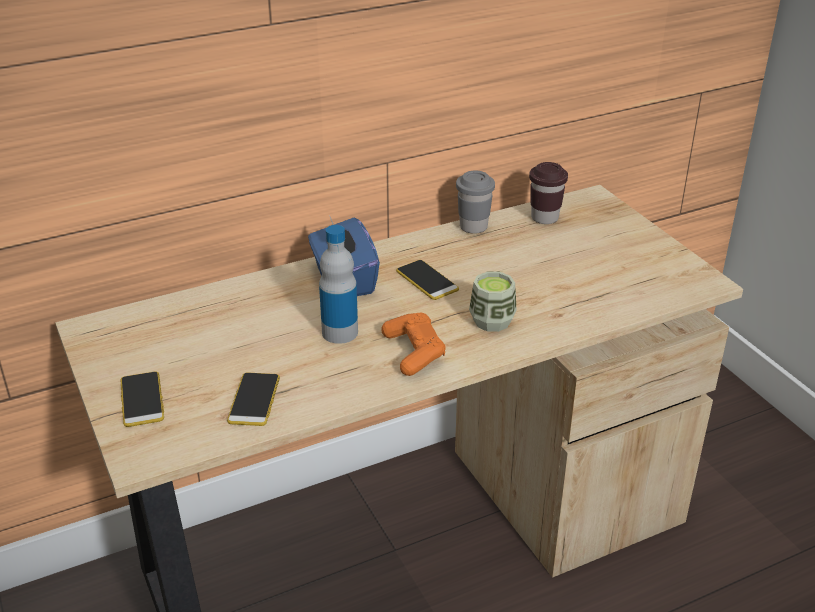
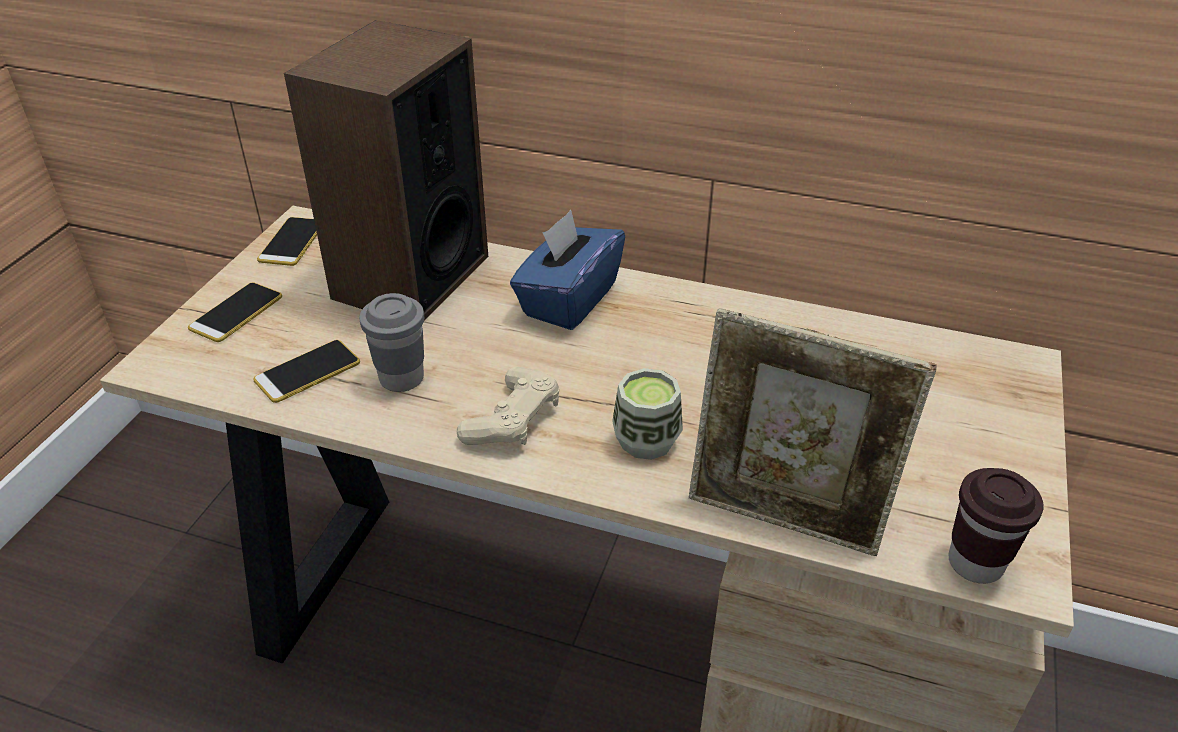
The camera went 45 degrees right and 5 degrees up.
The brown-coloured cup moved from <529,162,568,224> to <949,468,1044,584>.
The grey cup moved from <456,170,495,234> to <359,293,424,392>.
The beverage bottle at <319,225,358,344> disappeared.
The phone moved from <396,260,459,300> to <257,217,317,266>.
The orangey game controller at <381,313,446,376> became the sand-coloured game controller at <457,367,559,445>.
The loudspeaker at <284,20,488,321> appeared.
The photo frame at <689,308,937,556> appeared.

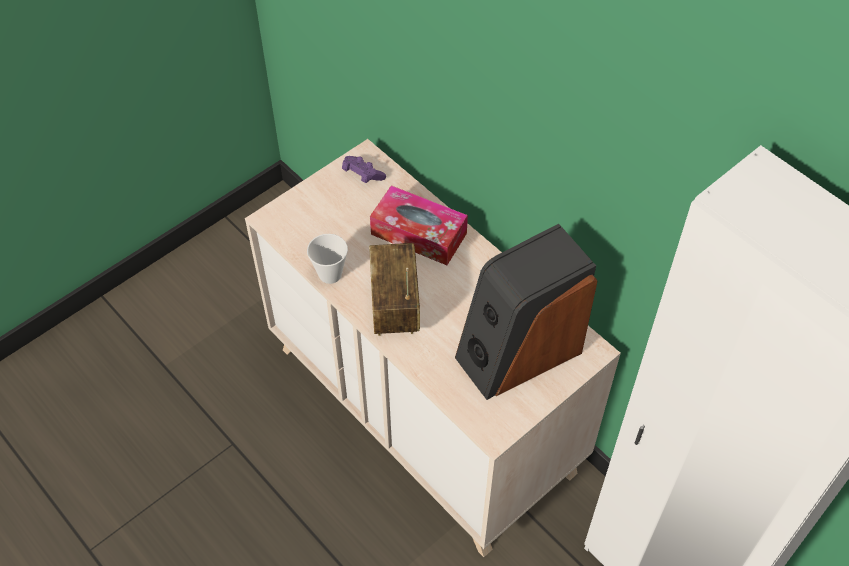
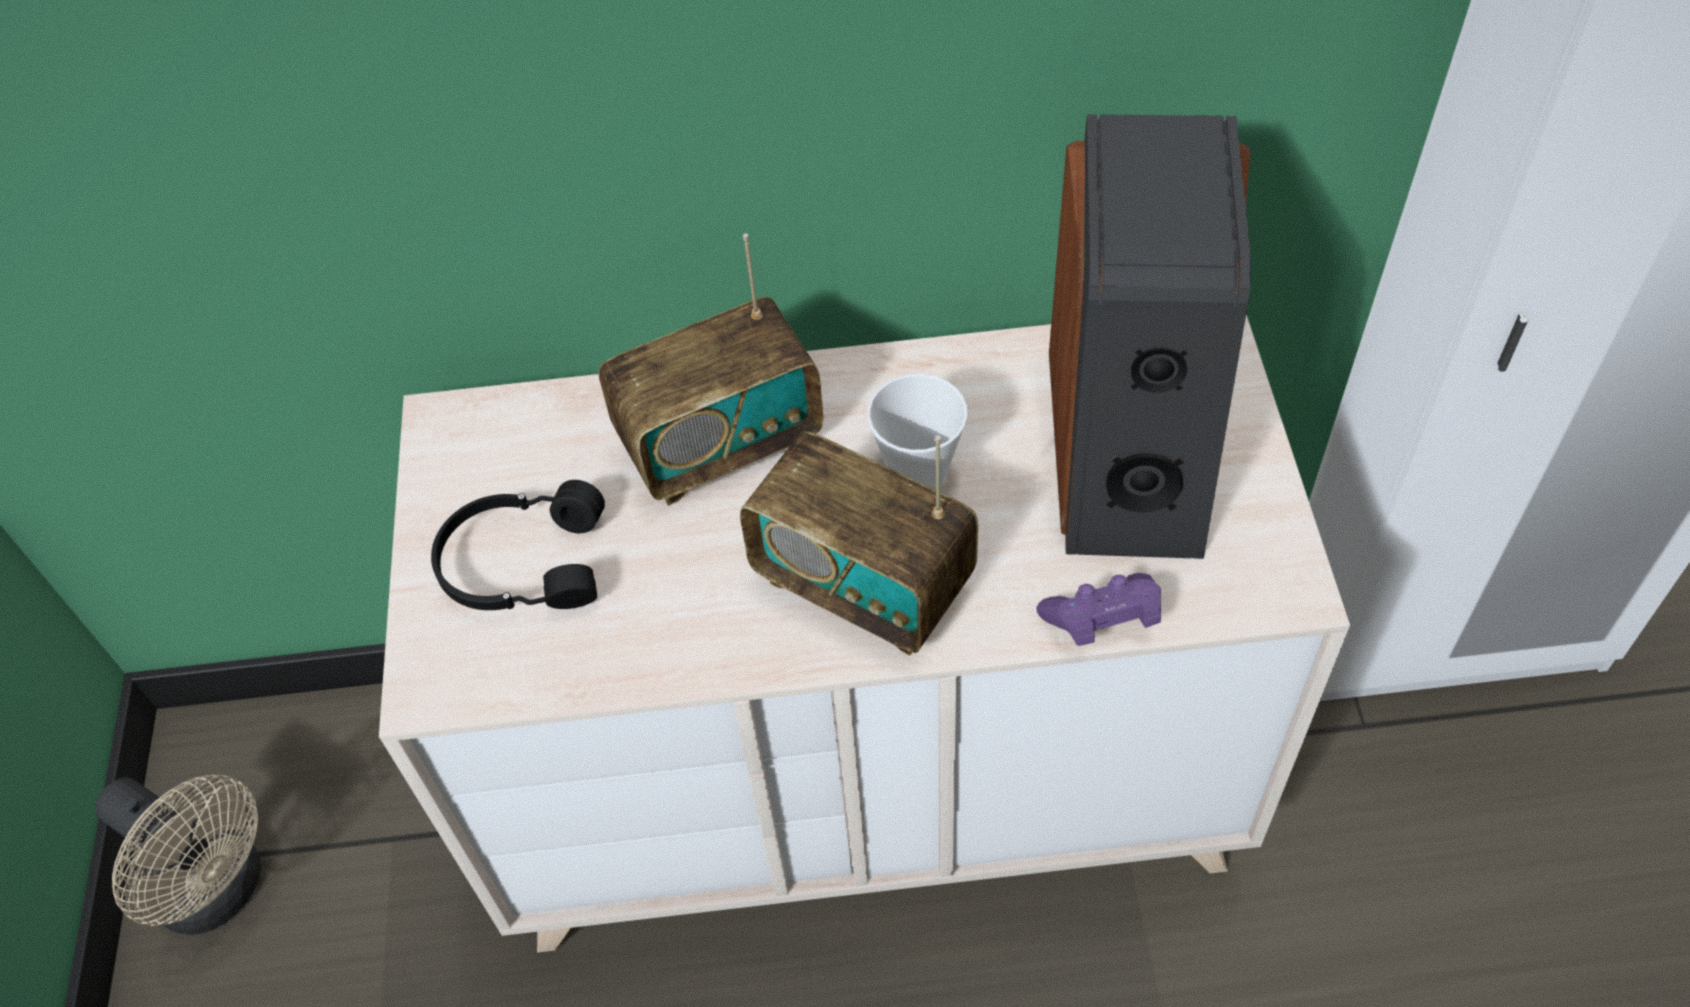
The camera went 50 degrees left and 0 degrees up.
The purple-coloured game controller moved from <342,156,386,183> to <1036,573,1161,646>.
The tissue holder at <370,185,468,265> was replaced by the radio set at <599,233,824,506>.
The cup moved from <307,234,348,284> to <867,374,968,490>.
The black pair of headphones at <431,480,605,610> appeared.
The sand-coloured cooling fan at <95,775,261,935> appeared.

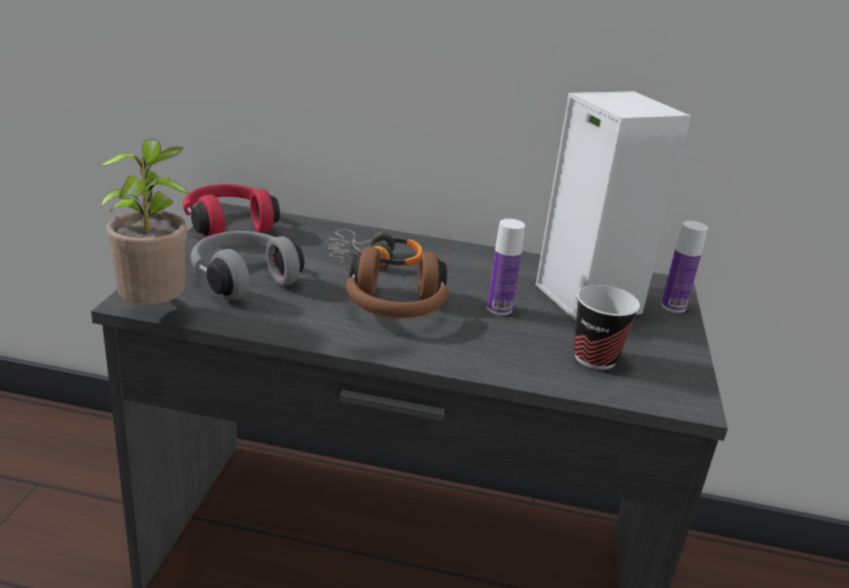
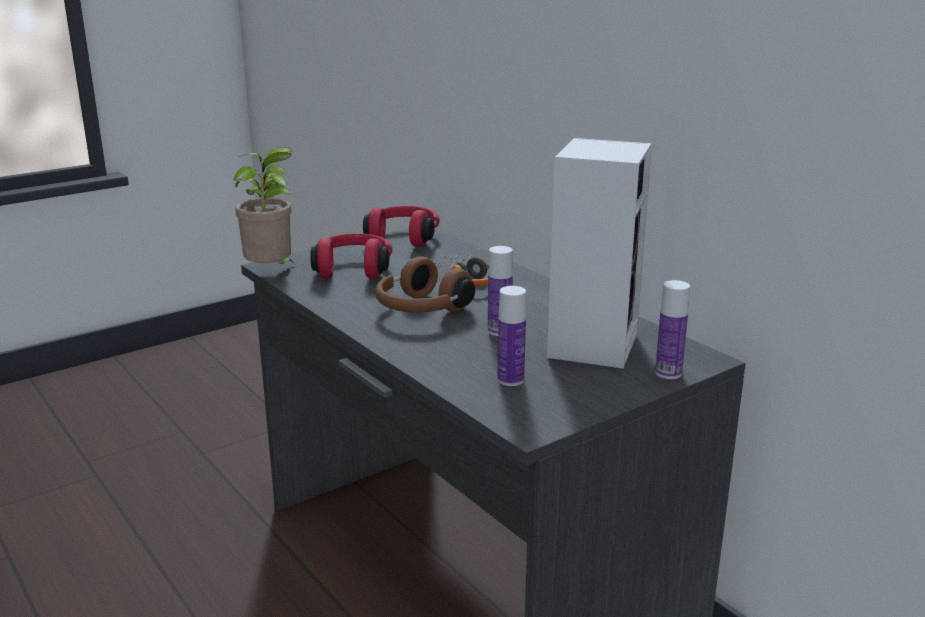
The camera went 45 degrees right and 5 degrees down.
The grey pair of headphones at <191,231,304,300> became the red pair of headphones at <310,233,392,278>.
The cup at <574,285,640,370> was replaced by the beverage bottle at <498,286,526,386>.

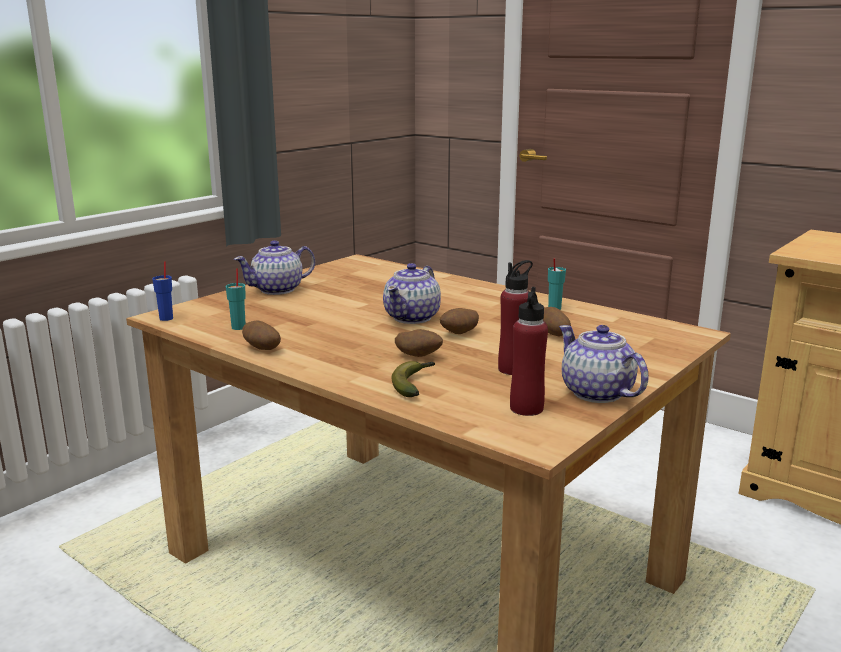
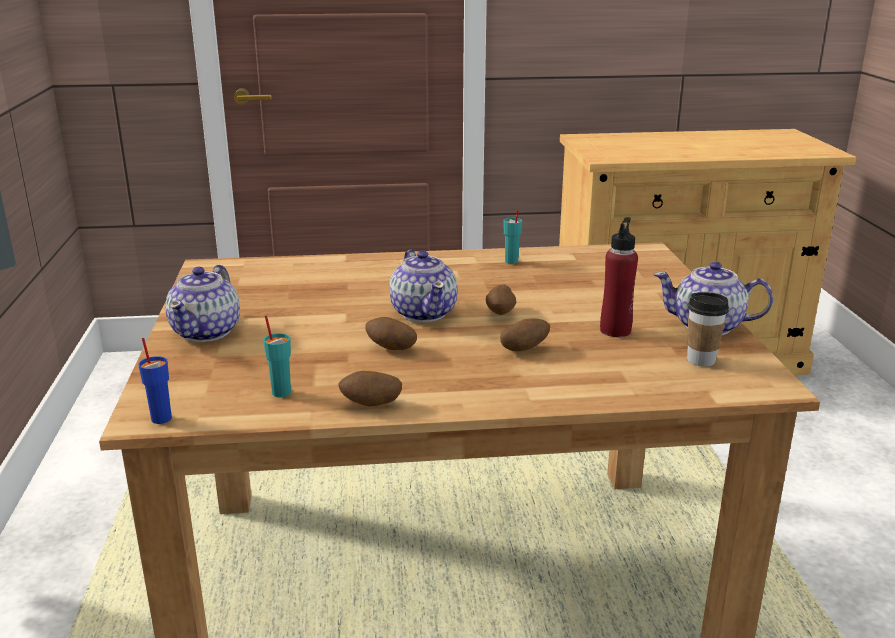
The camera went 45 degrees left and 5 degrees up.
The red beverage bottle at <510,287,548,416> was replaced by the cup at <687,292,729,367>.
The potato moved from <543,307,571,337> to <365,317,417,350>.
The whole banana at <392,361,435,397> disappeared.

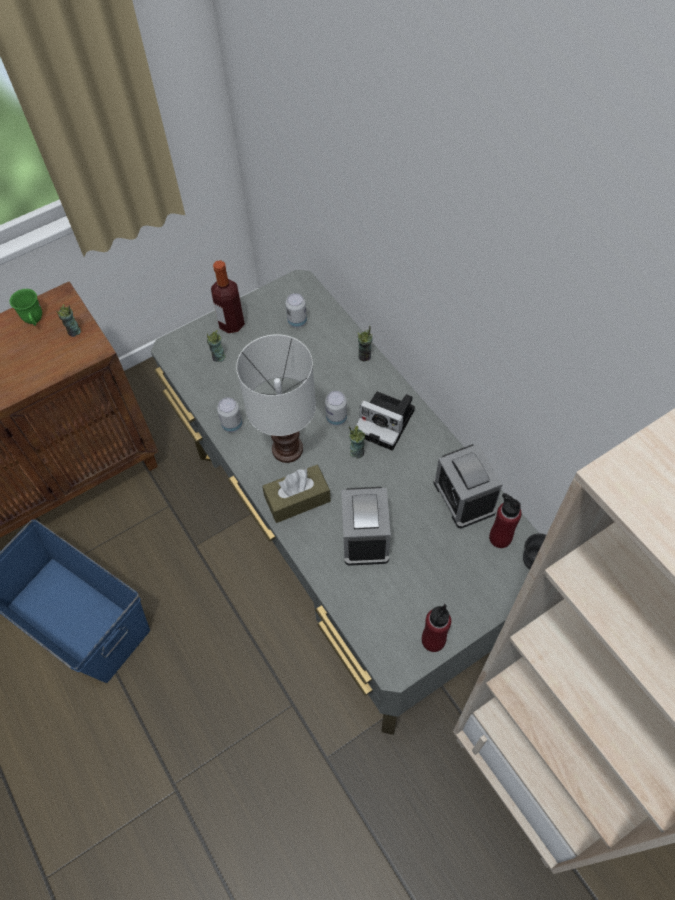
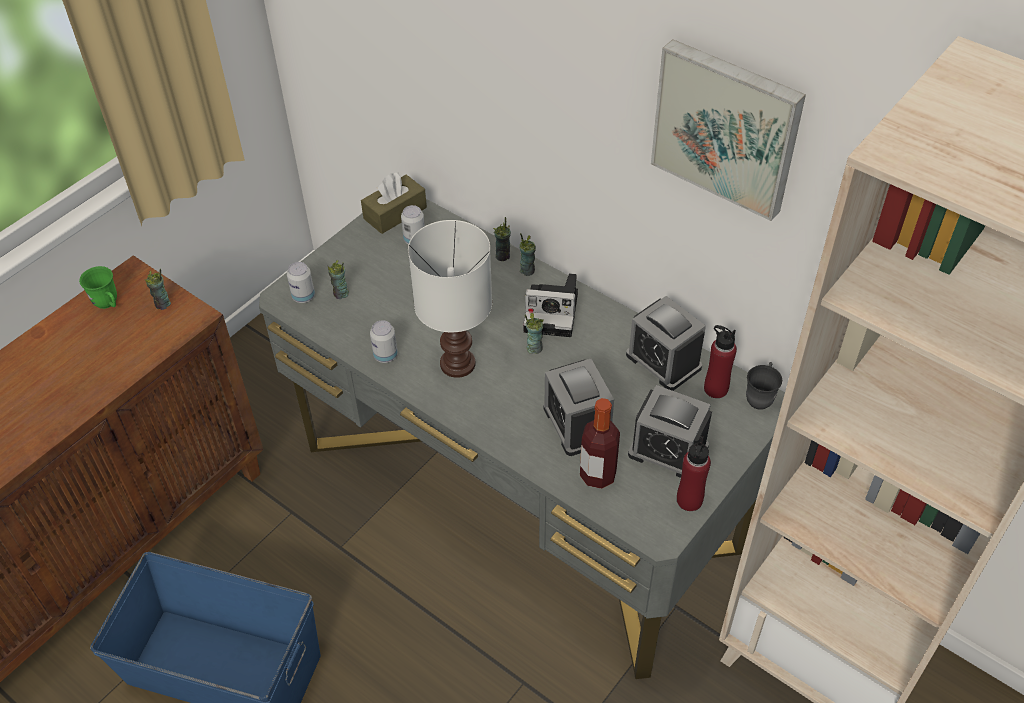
The camera went 20 degrees left and 10 degrees down.
The beverage bottle moved from <211,260,245,333> to <580,398,620,489>.
The metal can moved from <325,391,347,426> to <287,262,315,303>.
The brown-coloured tissue holder moved from <262,465,331,523> to <361,172,427,234>.
The wall art at <651,39,806,221> appeared.
The cup at <519,233,536,276> appeared.
The bedside clock at <628,385,712,478> appeared.

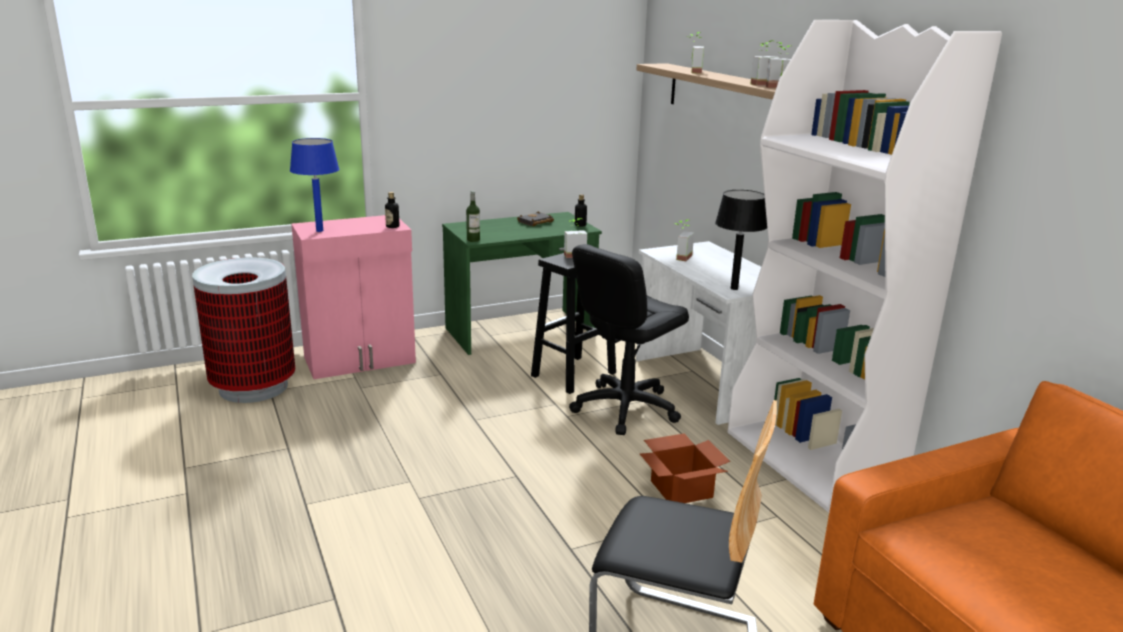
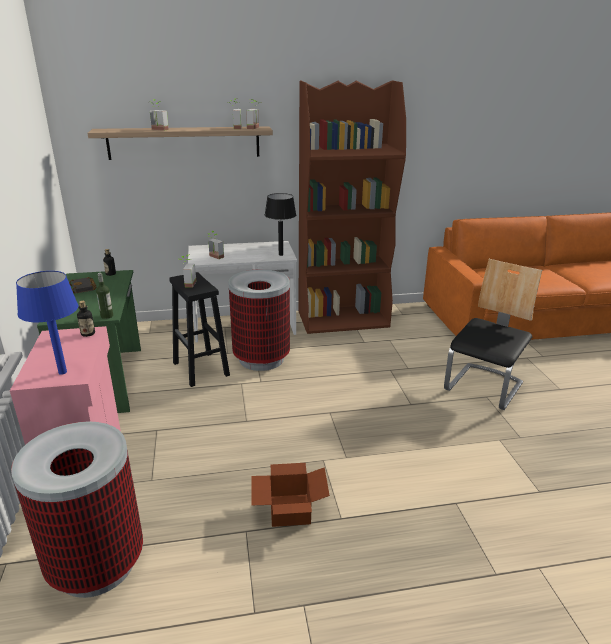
The camera went 75 degrees left and 5 degrees up.
The whitish bookshelf at <728,20,1002,513> became the brown-coloured bookshelf at <298,81,406,334>.
The black computer chair at <569,244,689,435> was replaced by the rubbish bin at <228,269,290,371>.
The carton moved from <640,433,730,503> to <251,463,330,527>.

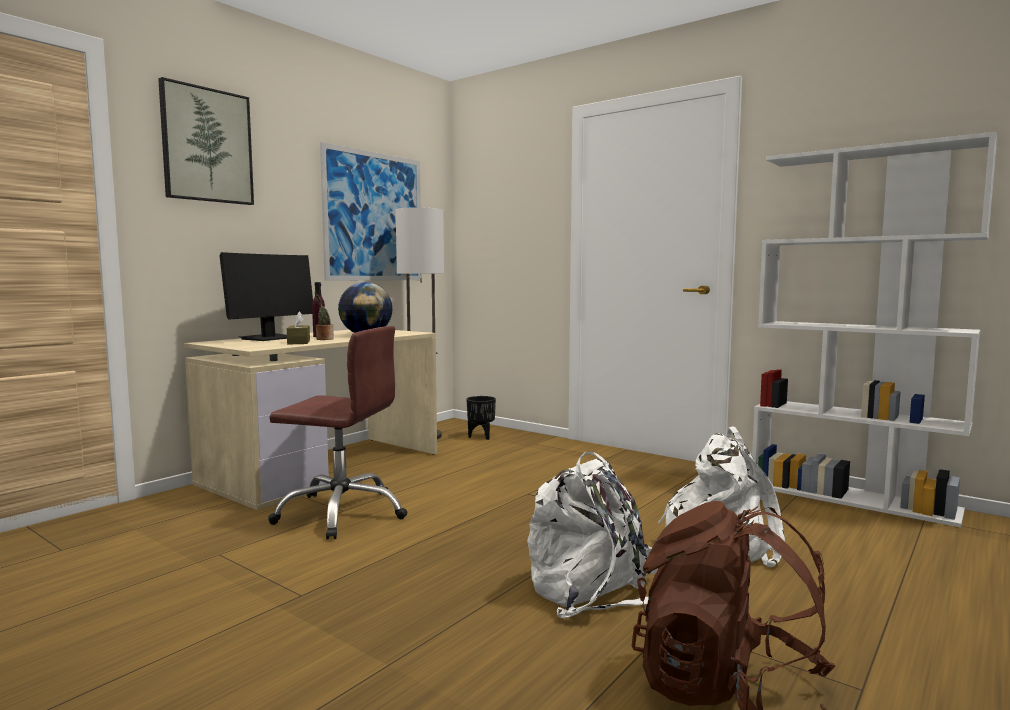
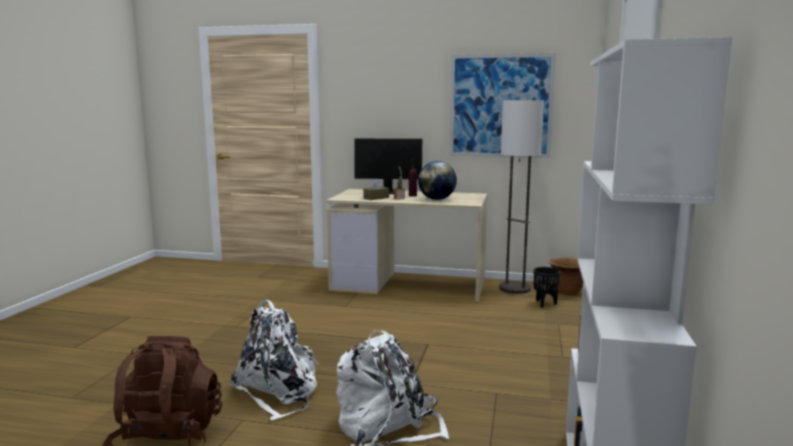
The camera went 65 degrees right and 5 degrees up.
The wall art at <158,77,254,205> disappeared.
The brown-coloured computer chair at <268,326,408,539> disappeared.
The brown-coloured flower pot at <549,257,583,295> appeared.

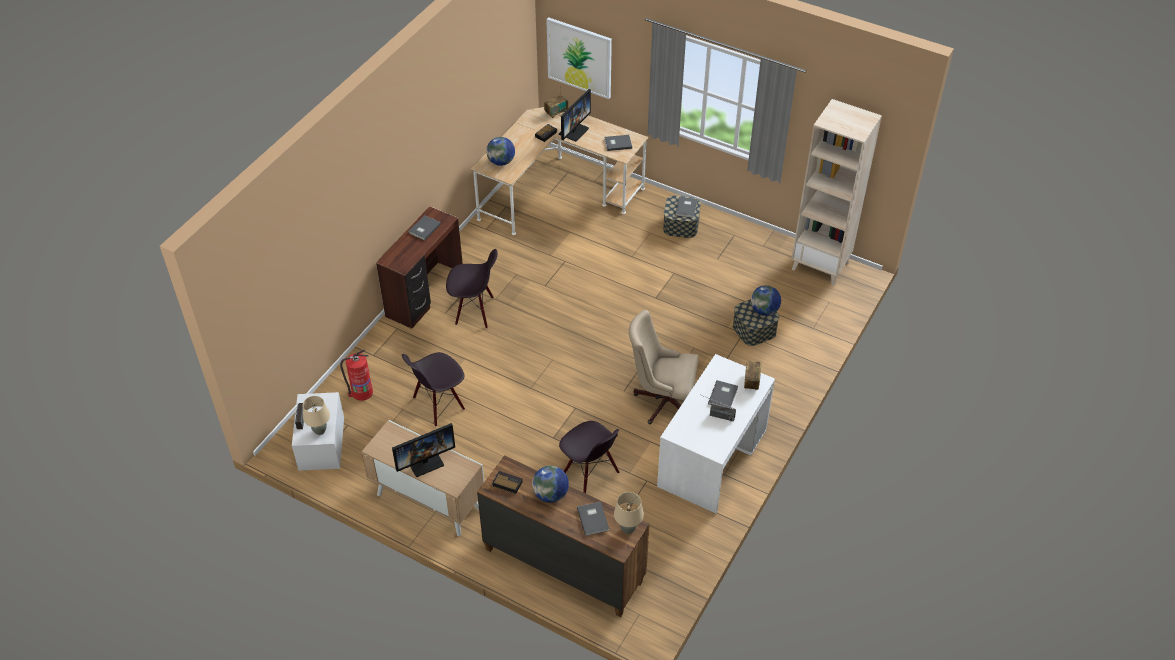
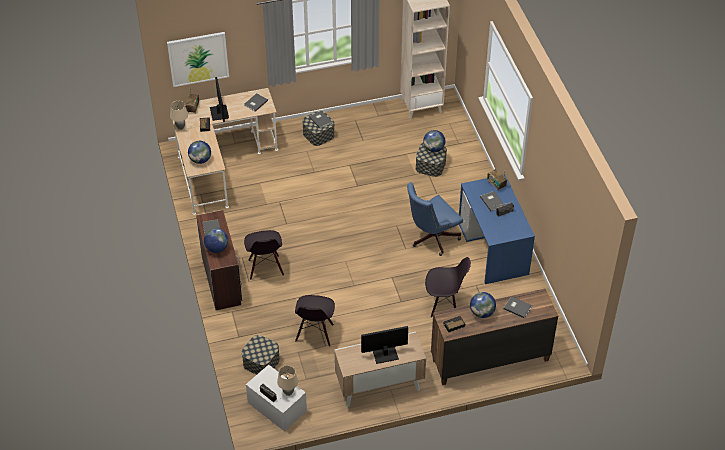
The camera went 45 degrees left and 0 degrees up.
The black upright chair at <446,249,498,329> turned 120 degrees clockwise.
The sand-coloured computer chair at <629,310,698,424> became the blue-coloured computer chair at <407,182,463,256>.
The extinguisher at <340,349,373,401> was replaced by the storage box at <241,335,280,375>.
The whitish desk table at <657,354,775,514> became the blue-coloured desk table at <459,175,535,284>.
The computer screen at <392,423,455,477> turned 120 degrees counterclockwise.
The sand-coloured table lamp moved from <614,492,644,534> to <170,101,188,130>.
The world globe at <204,228,229,253> appeared.

